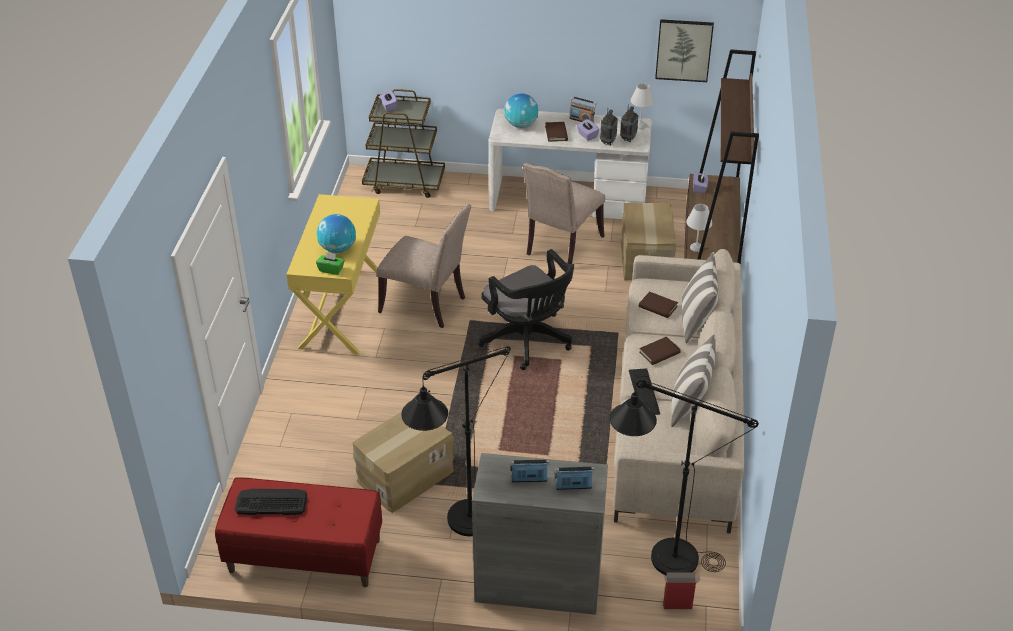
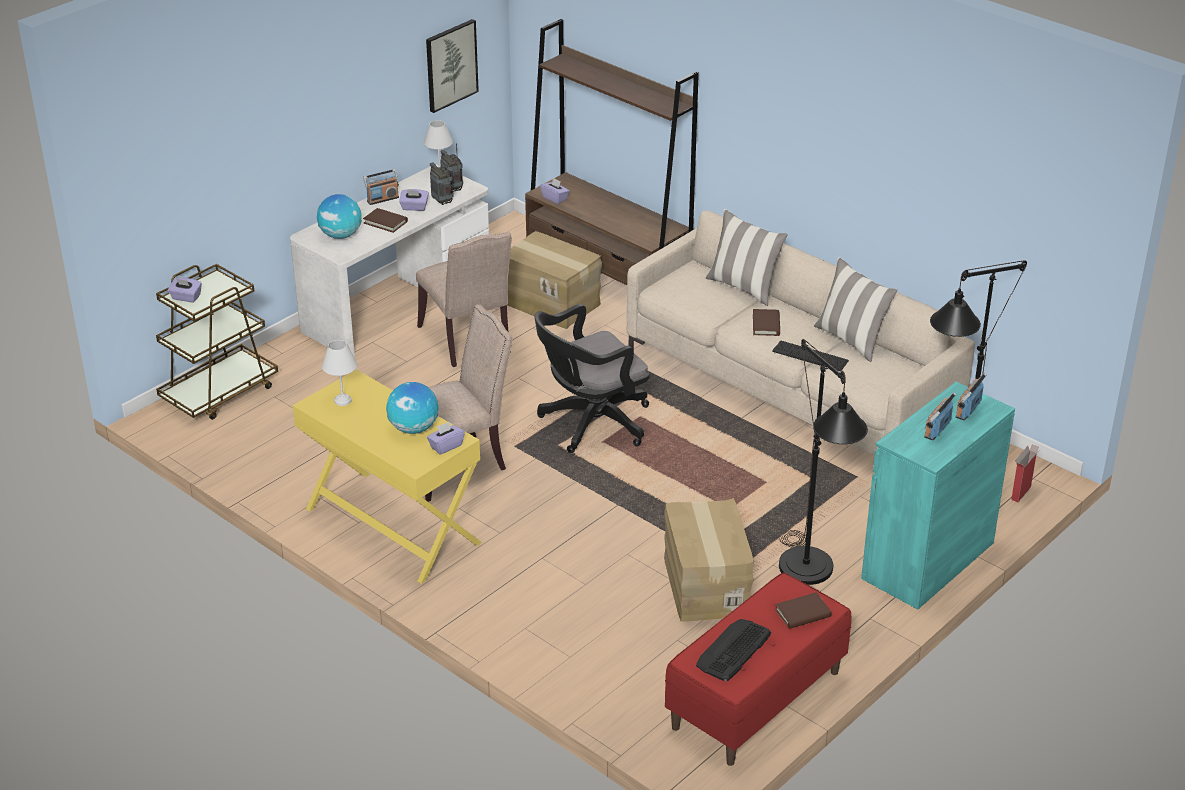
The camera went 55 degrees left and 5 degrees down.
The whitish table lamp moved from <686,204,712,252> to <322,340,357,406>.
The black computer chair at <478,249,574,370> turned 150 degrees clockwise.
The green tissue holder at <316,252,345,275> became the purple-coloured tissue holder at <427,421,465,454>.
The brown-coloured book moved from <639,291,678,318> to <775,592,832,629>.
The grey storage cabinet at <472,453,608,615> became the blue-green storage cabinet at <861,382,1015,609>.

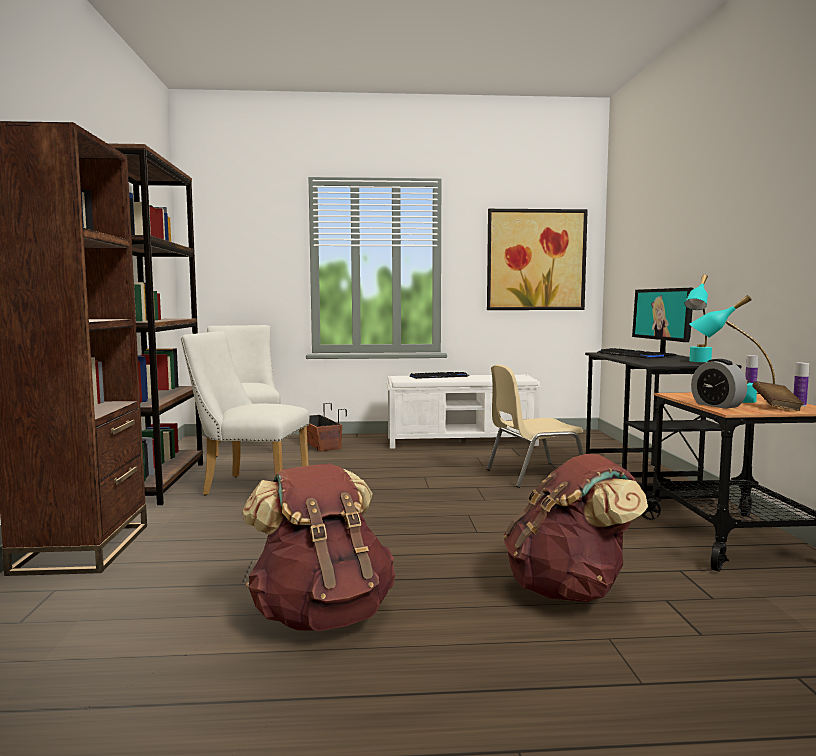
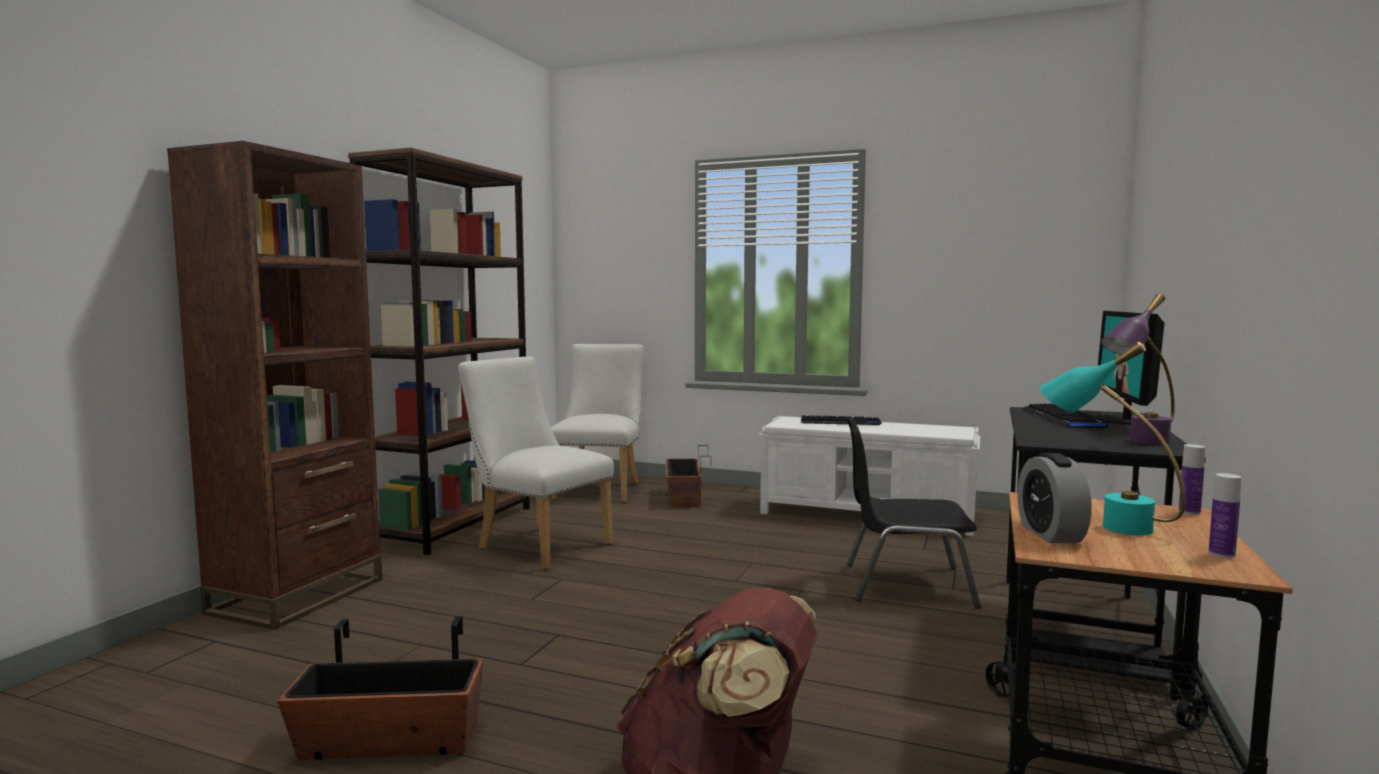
The camera went 25 degrees right and 0 degrees up.
The wall art at <487,209,588,310> disappeared.
The blue-green table lamp at <684,275,712,362> became the purple-coloured table lamp at <1101,294,1175,445>.
The sand-coloured upright chair at <487,365,584,488> became the black upright chair at <847,418,981,609>.
The brown-coloured book at <752,381,804,411> disappeared.
The brown-coloured rucksack at <242,463,395,631> was replaced by the flower pot at <277,616,484,760>.

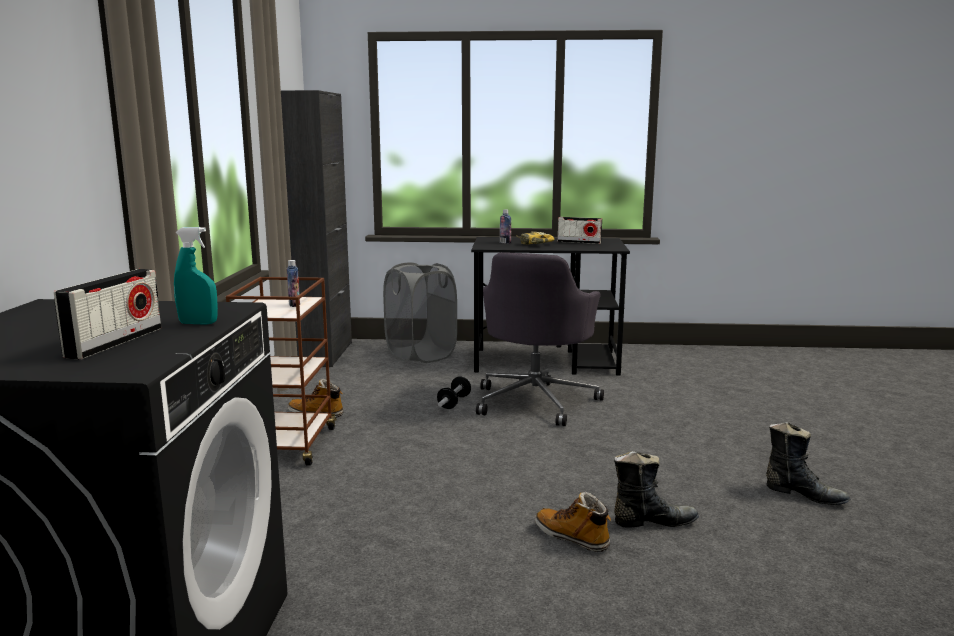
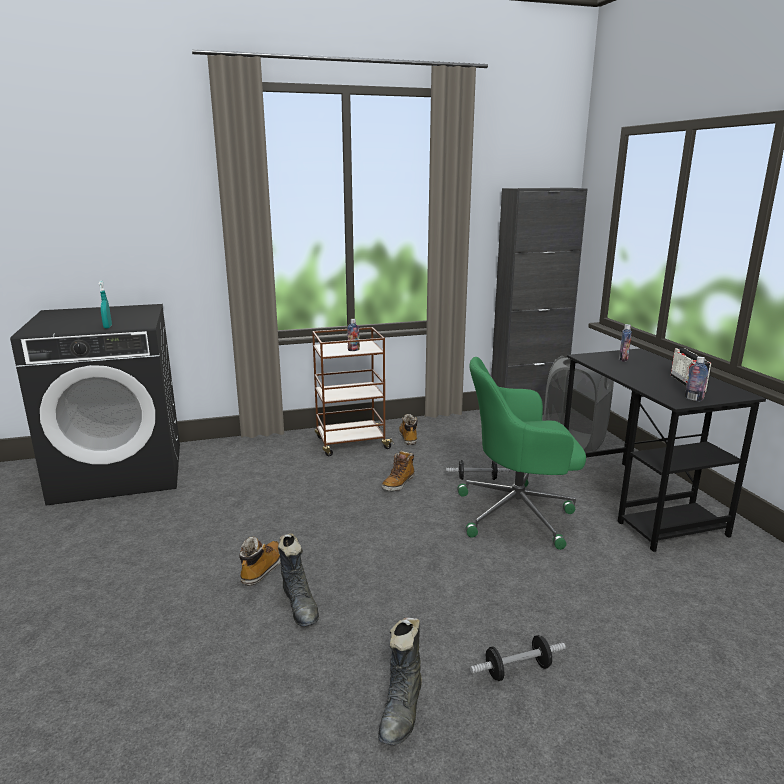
The camera went 70 degrees right and 5 degrees up.
The electric drill at <516,231,555,245> disappeared.
The grey computer chair at <476,252,604,426> became the green computer chair at <457,357,586,550>.
The radio set at <54,269,162,360> disappeared.
The beverage bottle at <685,357,708,402> appeared.
The high-top boot at <382,451,415,491> appeared.
The dumbbell at <470,635,566,681> appeared.

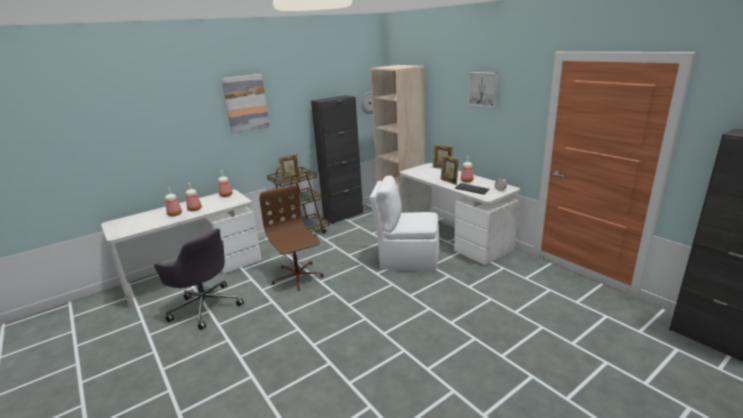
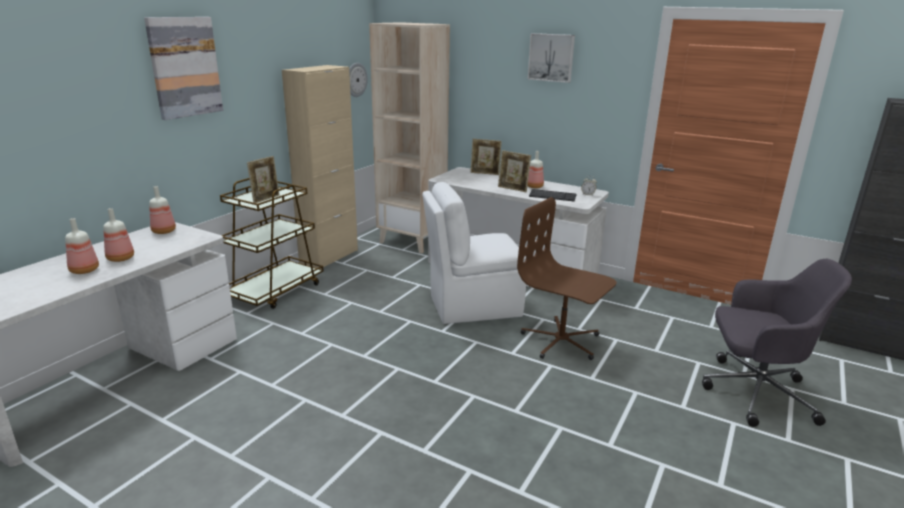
The camera went 25 degrees left and 0 degrees up.
The black storage cabinet at <311,95,363,224> became the sand-coloured storage cabinet at <282,65,358,269>.
The brown-coloured computer chair moved from <259,185,324,291> to <517,197,617,360>.
The grey computer chair moved from <154,228,244,330> to <702,259,852,427>.

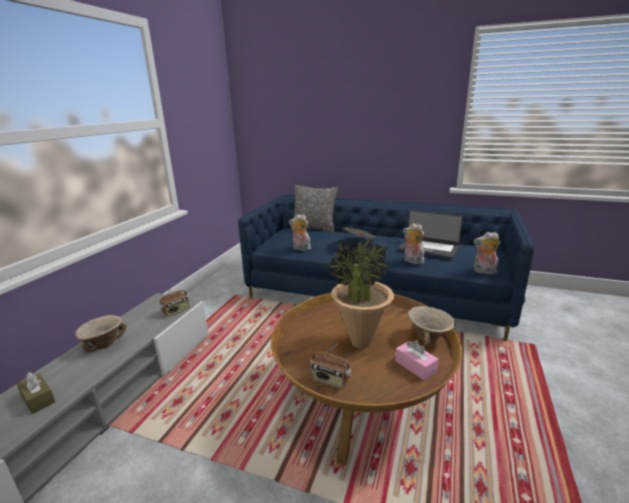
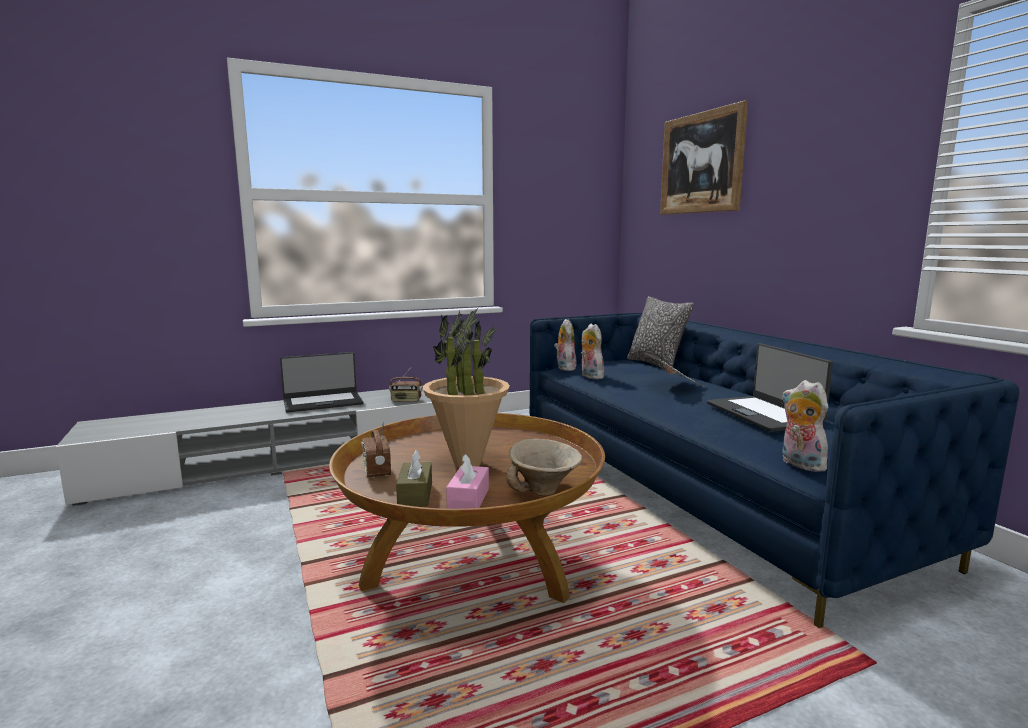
The camera went 45 degrees right and 10 degrees down.
The plush toy moved from <403,223,425,264> to <554,319,577,371>.
The sand-coloured bowl at <75,315,126,352> was replaced by the laptop at <280,352,363,413>.
The brown-coloured tissue holder moved from <17,372,55,414> to <396,450,432,507>.
The wall art at <660,100,748,215> appeared.

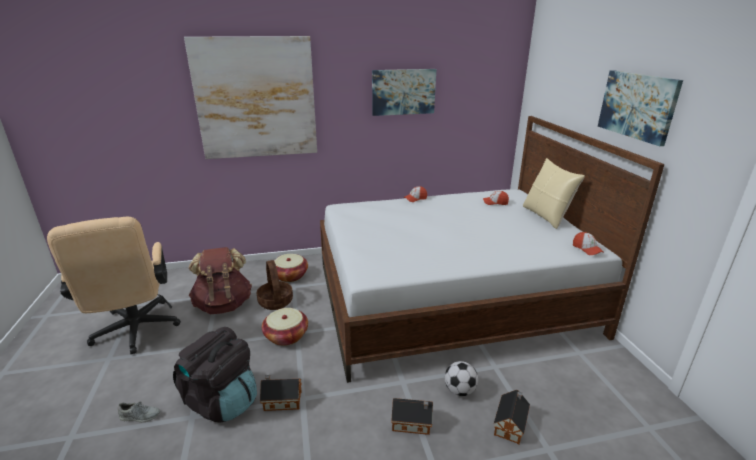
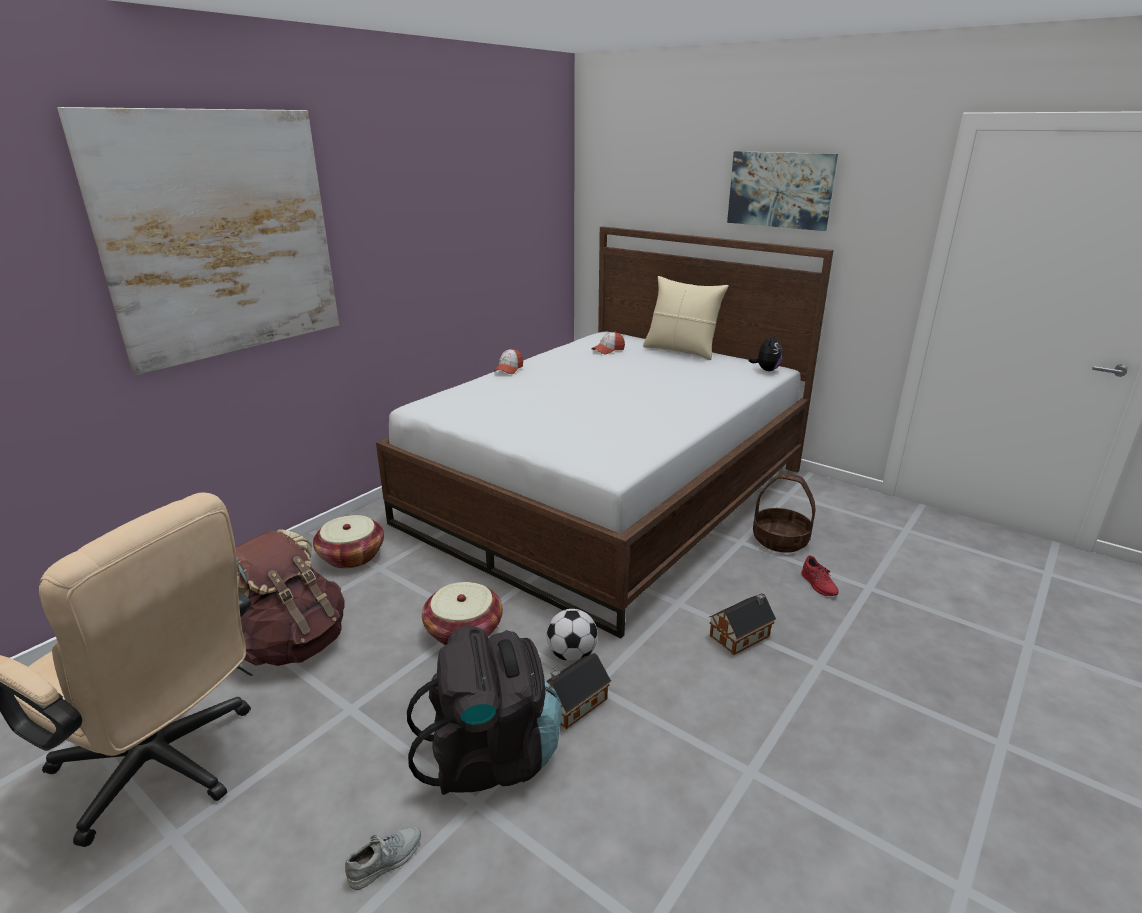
The camera went 40 degrees left and 0 degrees up.
The wall art at <372,69,436,116> disappeared.
The baseball cap at <573,232,604,255> was replaced by the plush toy at <749,333,782,371>.
The basket moved from <257,260,293,310> to <753,473,816,553>.
The football moved from <445,361,478,396> to <546,609,598,662>.
The toy house at <494,390,530,444> was replaced by the red item of footwear at <801,556,839,596>.

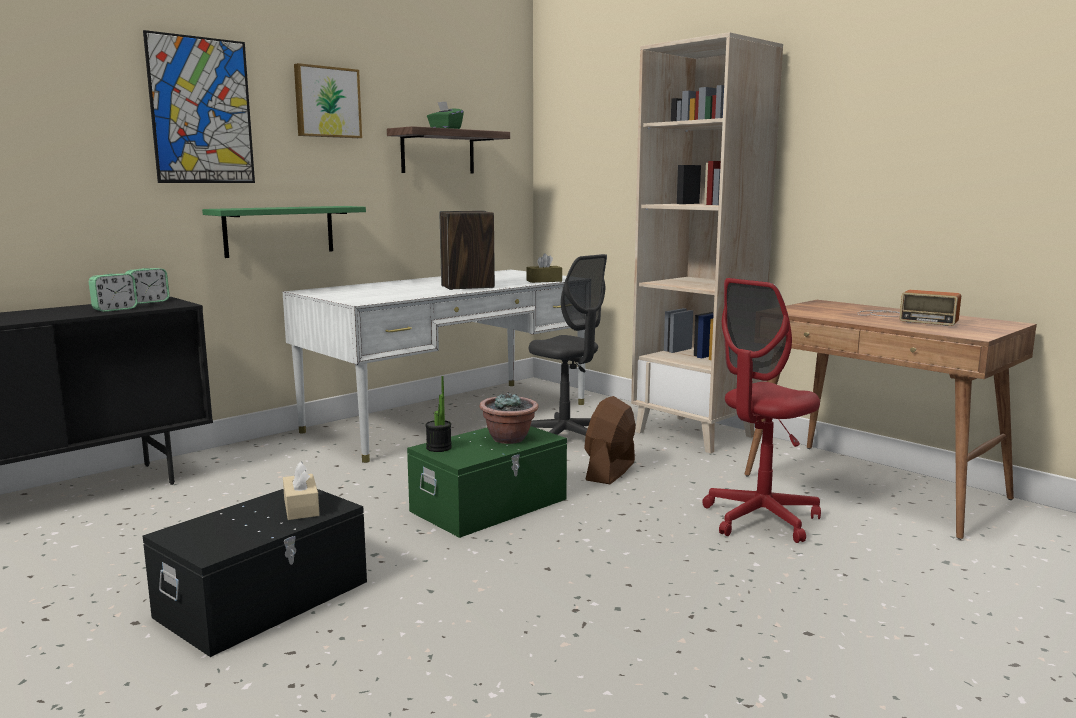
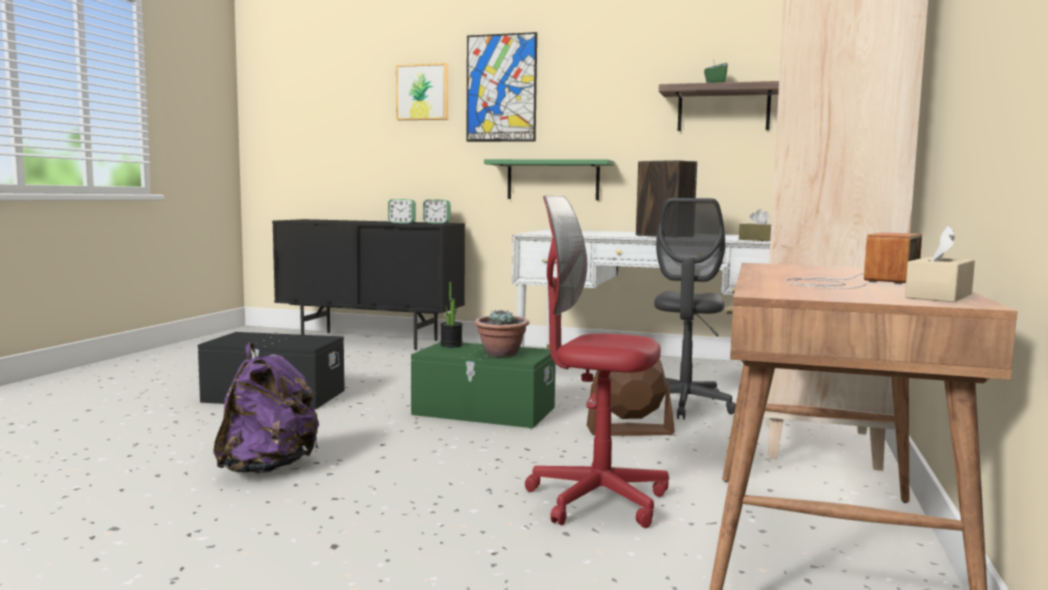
The camera went 60 degrees right and 5 degrees down.
The wall art moved from <294,63,362,138> to <396,63,448,120>.
The radio set at <858,290,961,326> turned 150 degrees counterclockwise.
The sand-coloured tissue holder moved from <283,462,320,520> to <905,225,975,302>.
The purple-coloured rucksack at <213,342,319,474> appeared.

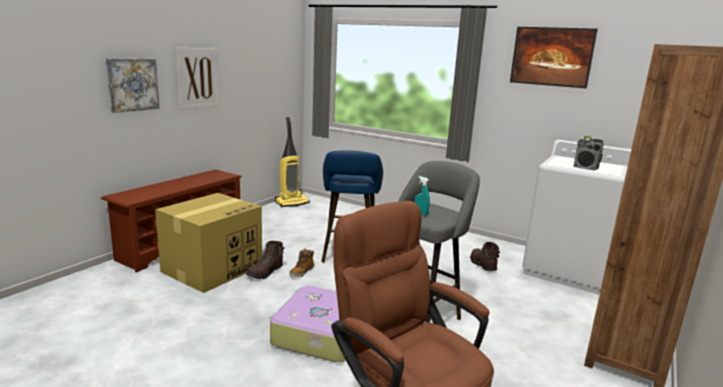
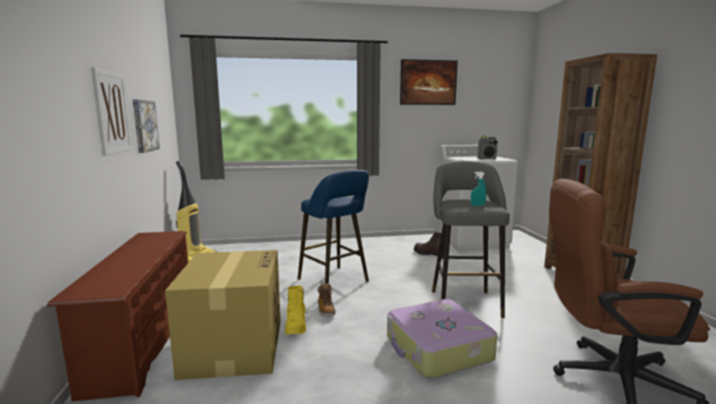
The camera went 40 degrees left and 5 degrees down.
The wall art moved from <106,58,160,113> to <133,99,160,153>.
The brown-coloured high-top boot at <246,241,285,279> became the yellow-coloured high-top boot at <285,286,308,334>.

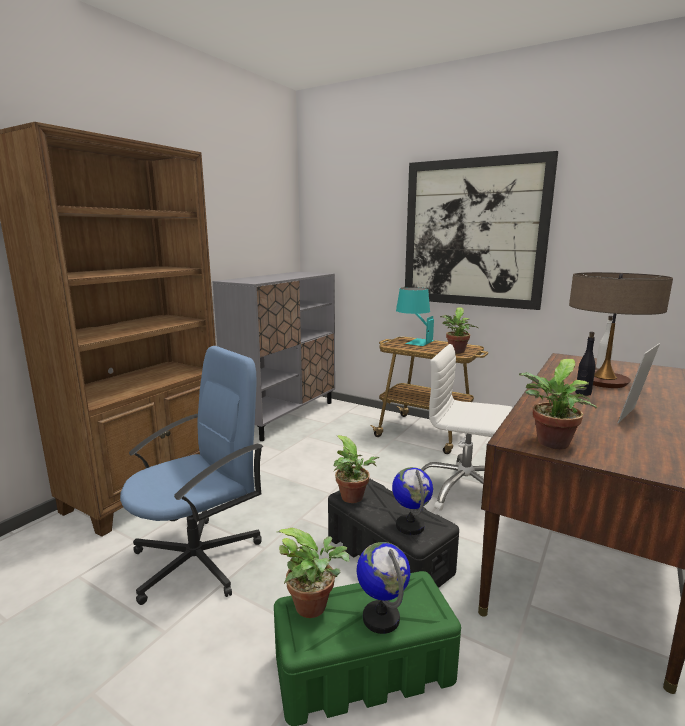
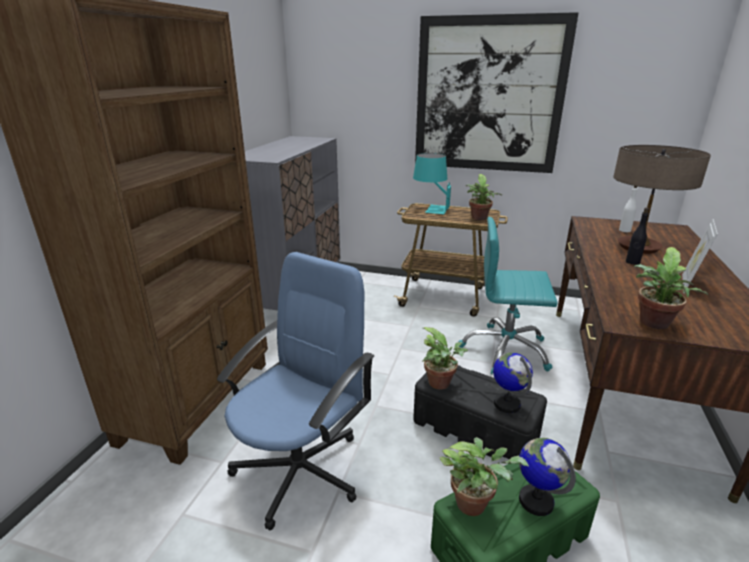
The camera went 15 degrees left and 10 degrees up.
The whitish computer chair at <421,344,513,511> became the blue-green computer chair at <459,217,557,374>.

